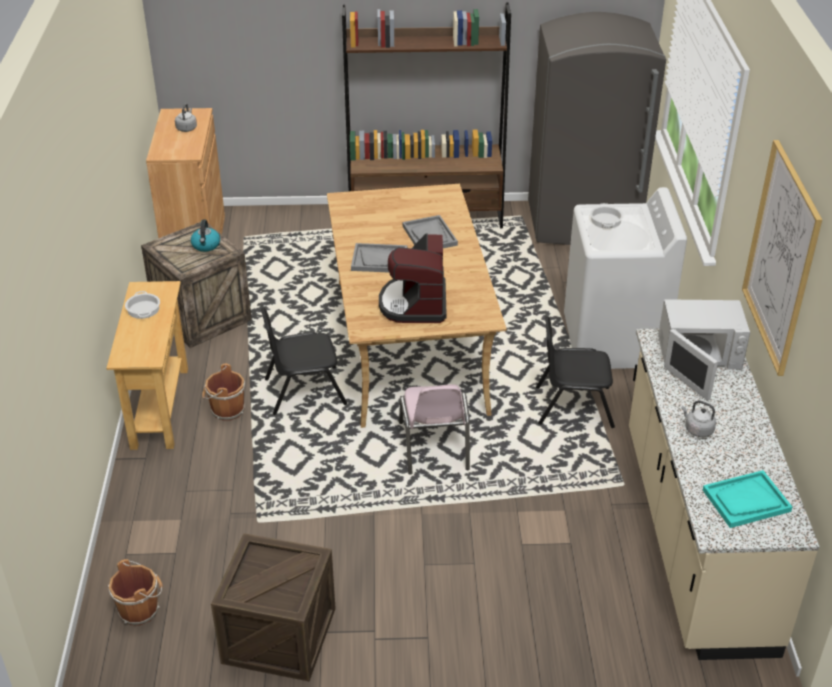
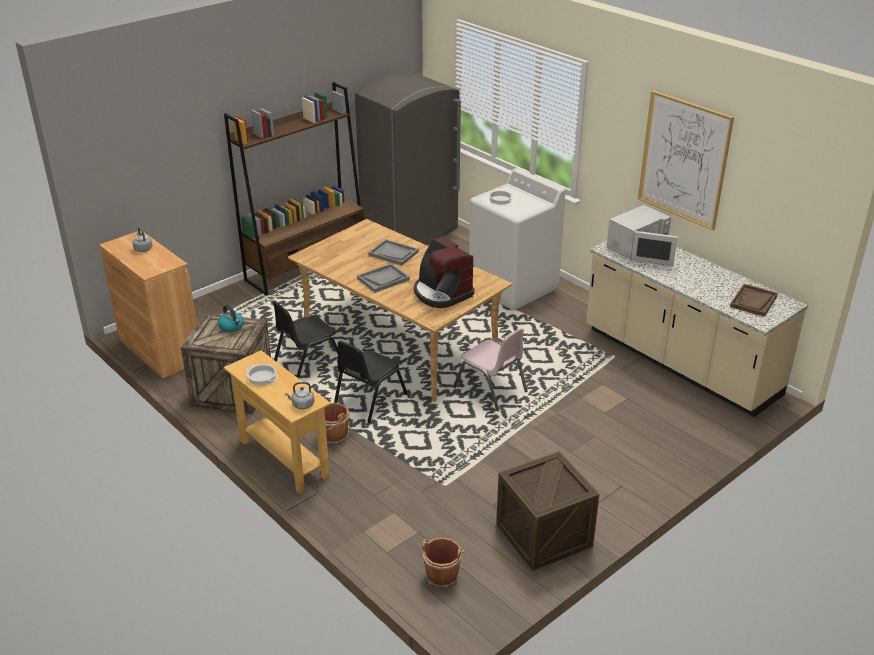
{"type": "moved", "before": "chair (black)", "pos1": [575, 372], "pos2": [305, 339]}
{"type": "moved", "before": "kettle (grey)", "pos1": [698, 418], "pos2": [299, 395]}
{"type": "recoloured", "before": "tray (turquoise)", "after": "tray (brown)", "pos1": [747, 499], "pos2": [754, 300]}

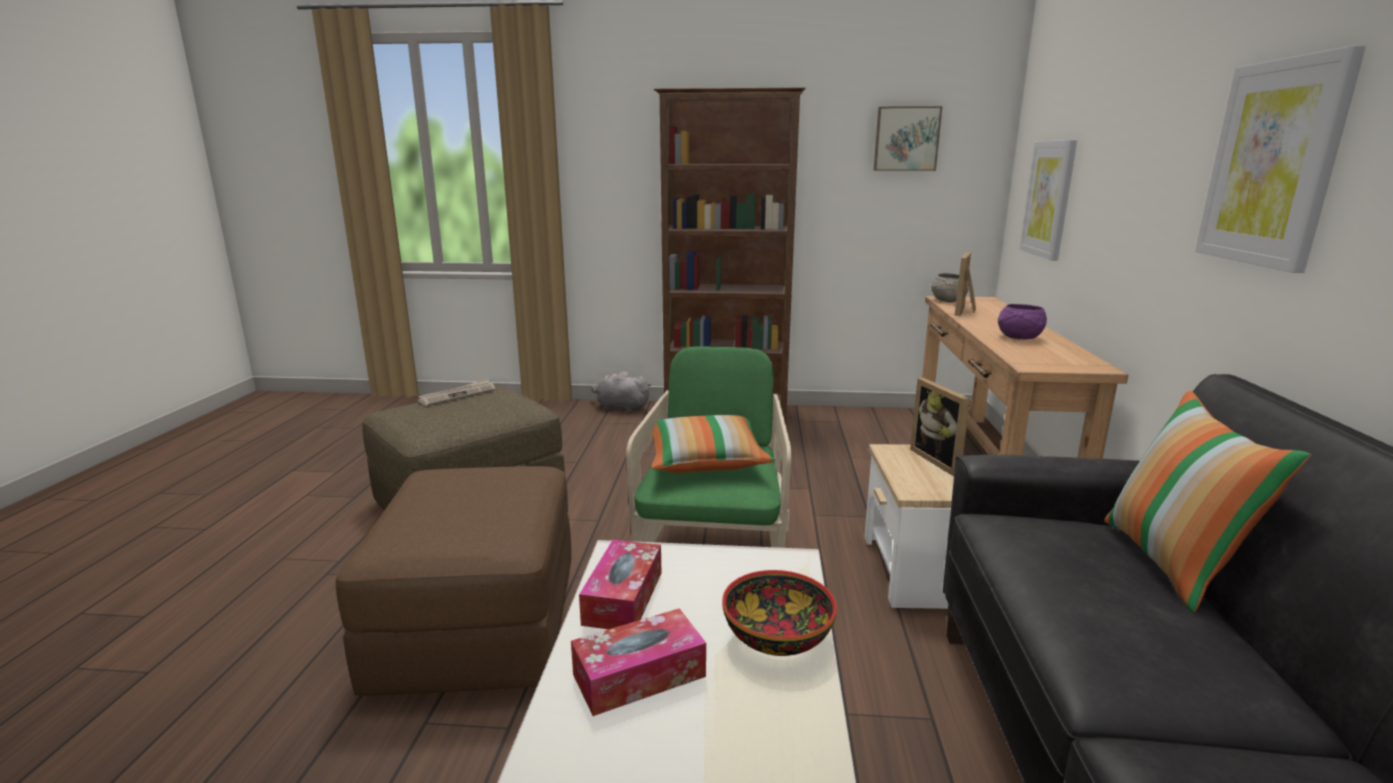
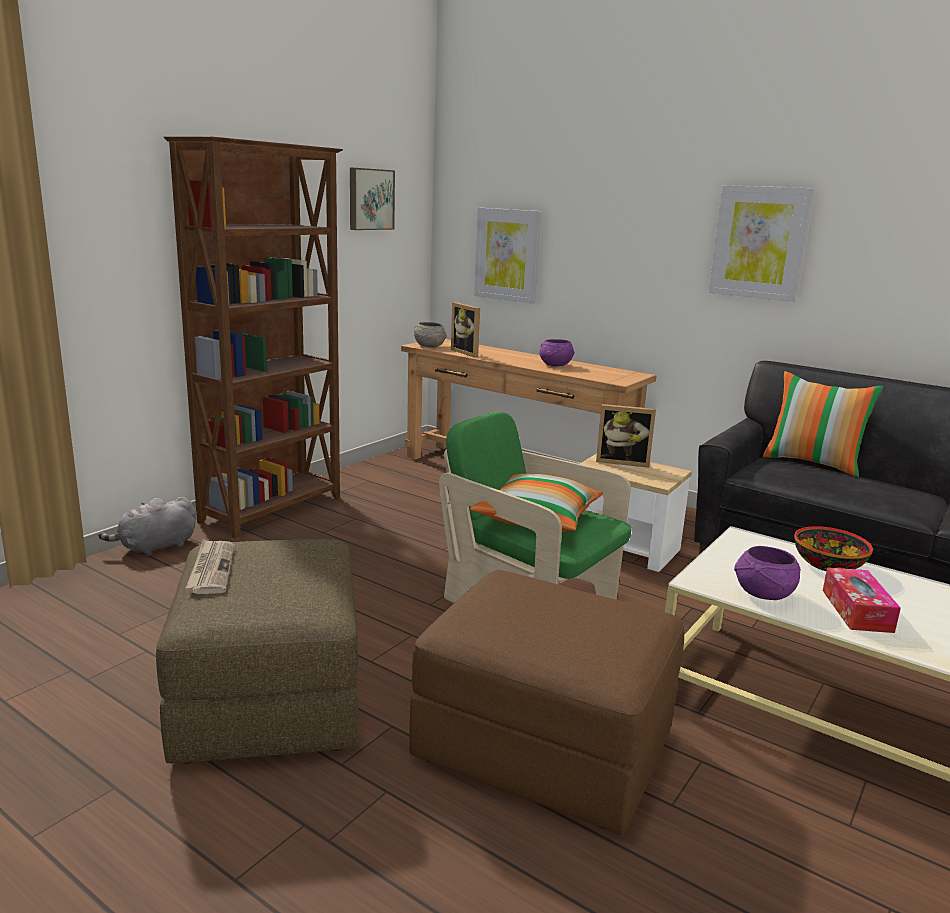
{"type": "replaced", "before": "tissue box", "after": "bowl (purple)", "pos1": [620, 584], "pos2": [767, 573]}

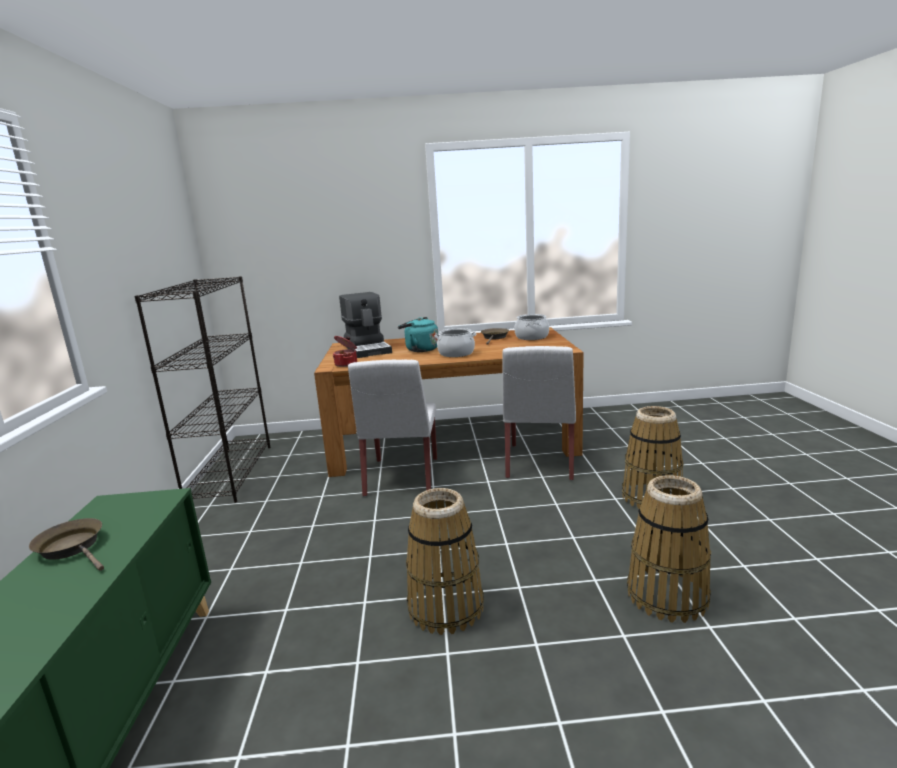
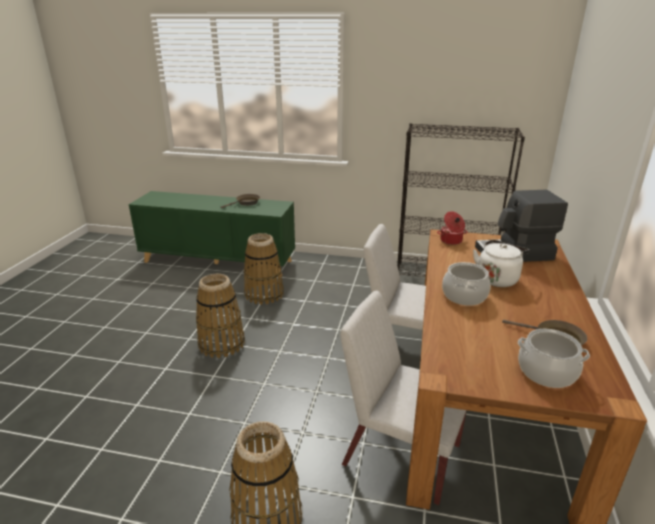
{"type": "moved", "before": "basket", "pos1": [669, 549], "pos2": [264, 269]}
{"type": "recoloured", "before": "kettle (turquoise)", "after": "kettle (white)", "pos1": [418, 334], "pos2": [501, 263]}

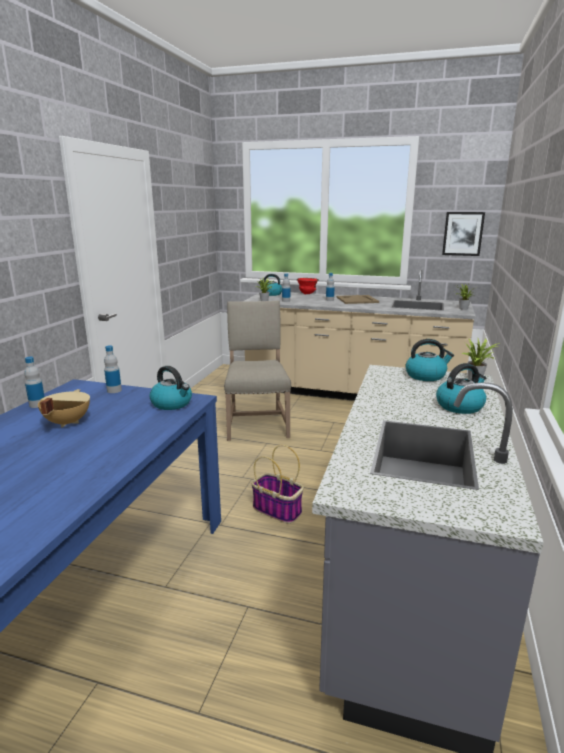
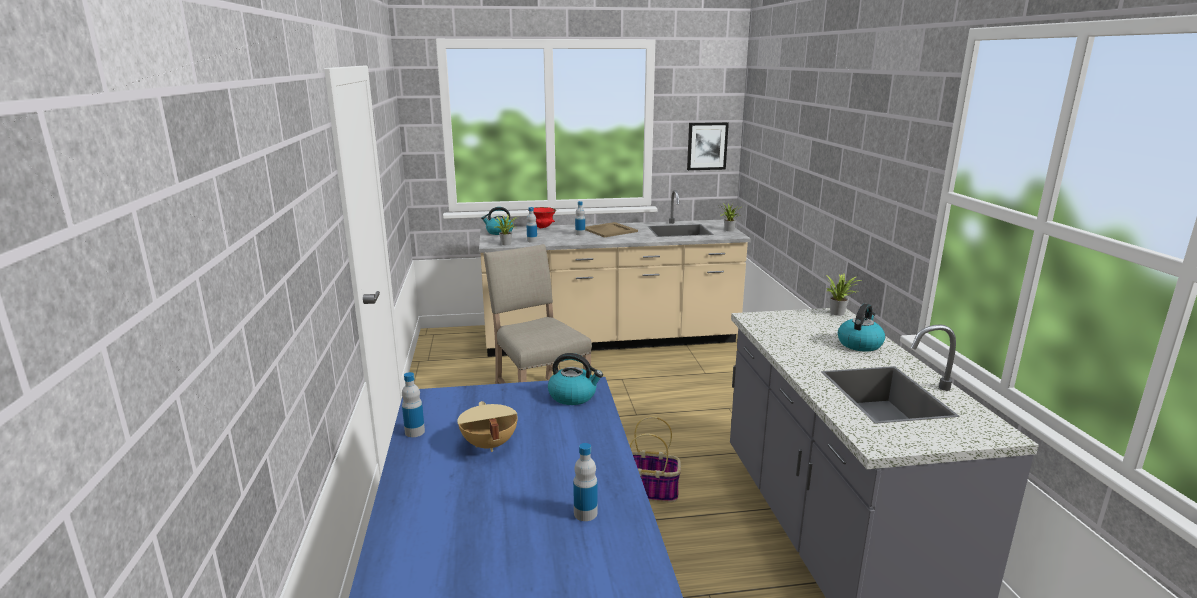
{"type": "removed", "before": "kettle", "pos1": [429, 360]}
{"type": "moved", "before": "bottle", "pos1": [113, 369], "pos2": [585, 482]}

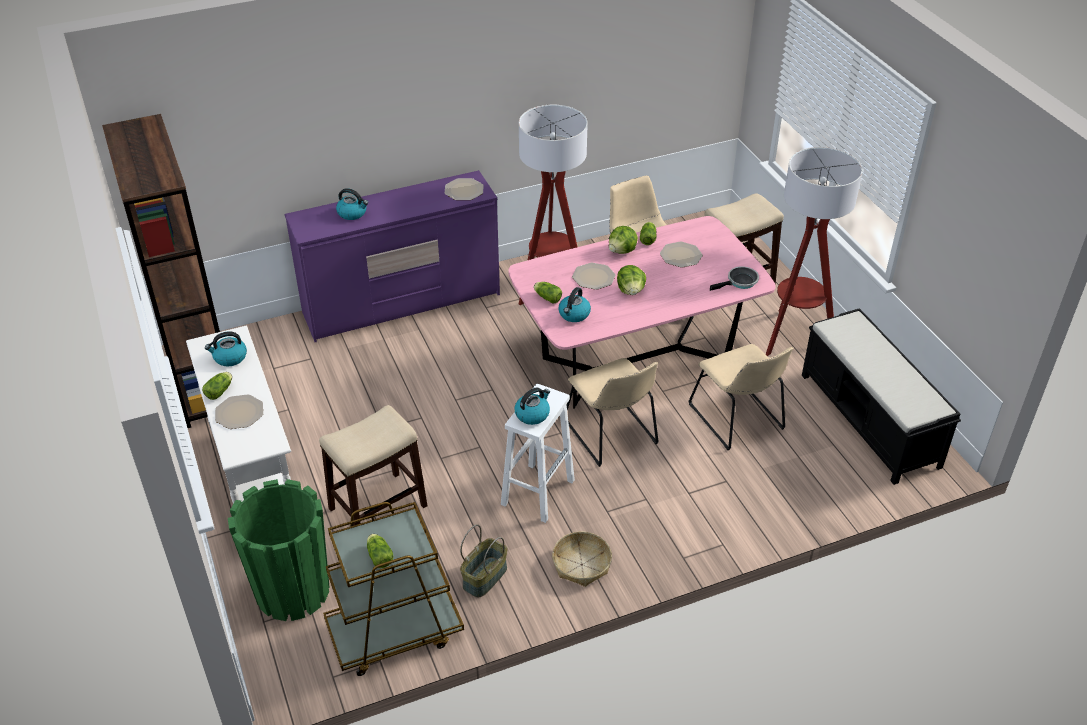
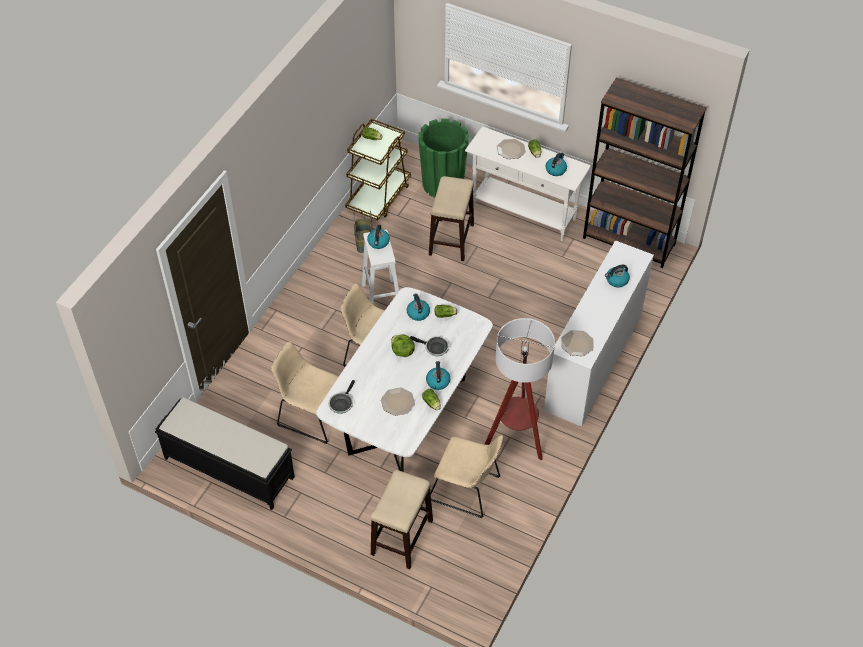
{"type": "removed", "before": "basket", "pos1": [582, 559]}
{"type": "removed", "before": "floor lamp", "pos1": [814, 251]}
{"type": "replaced", "before": "plate", "after": "frying pan", "pos1": [594, 276], "pos2": [429, 346]}
{"type": "replaced", "before": "lettuce", "after": "kettle", "pos1": [623, 240], "pos2": [438, 375]}
{"type": "recoloured", "before": "dresser (purple)", "after": "dresser (white)", "pos1": [392, 256], "pos2": [599, 333]}
{"type": "recoloured", "before": "dining table (pink)", "after": "dining table (white)", "pos1": [642, 312], "pos2": [404, 379]}

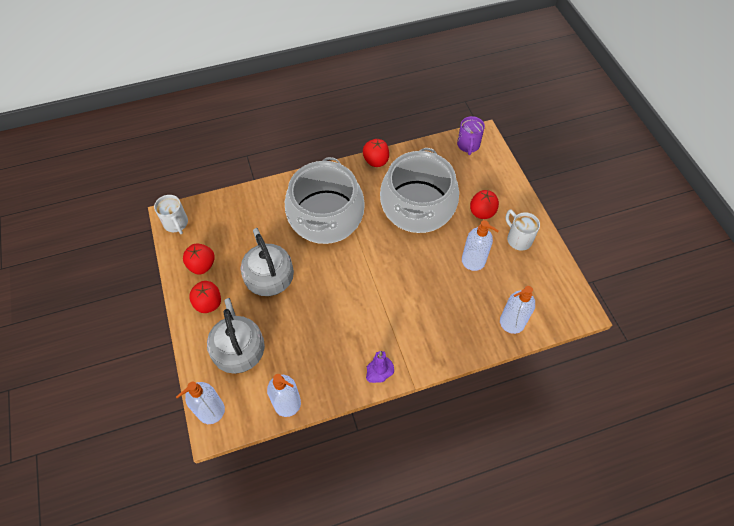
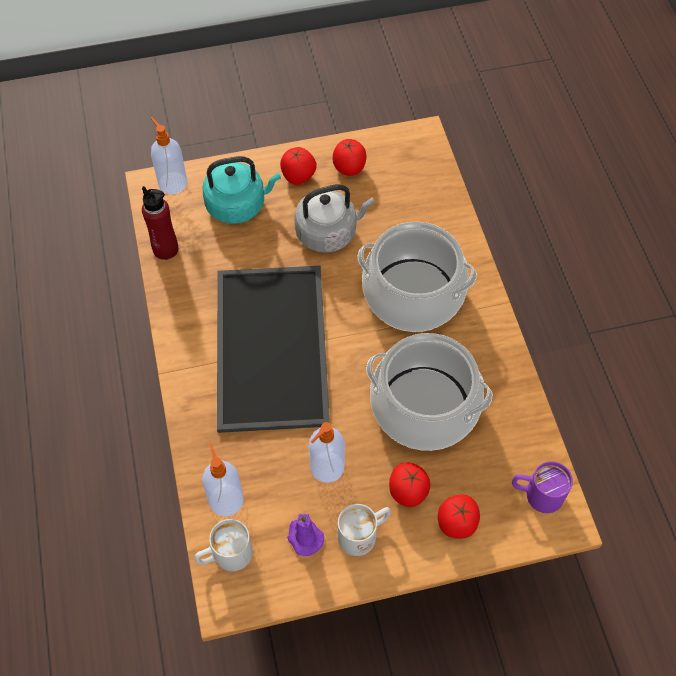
{"type": "added", "after": "tray", "pos2": [273, 349]}
{"type": "moved", "before": "mug (white)", "pos1": [171, 214], "pos2": [223, 545]}
{"type": "moved", "before": "tomato", "pos1": [376, 153], "pos2": [459, 516]}
{"type": "moved", "before": "candle (purple)", "pos1": [380, 367], "pos2": [305, 535]}
{"type": "replaced", "before": "soap dispenser", "after": "bottle (red)", "pos1": [284, 395], "pos2": [160, 223]}
{"type": "recoloured", "before": "kettle (grey)", "after": "kettle (turquoise)", "pos1": [236, 336], "pos2": [241, 190]}

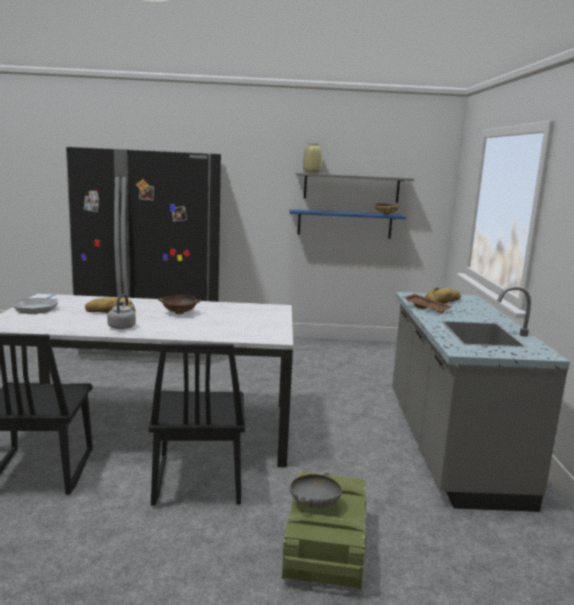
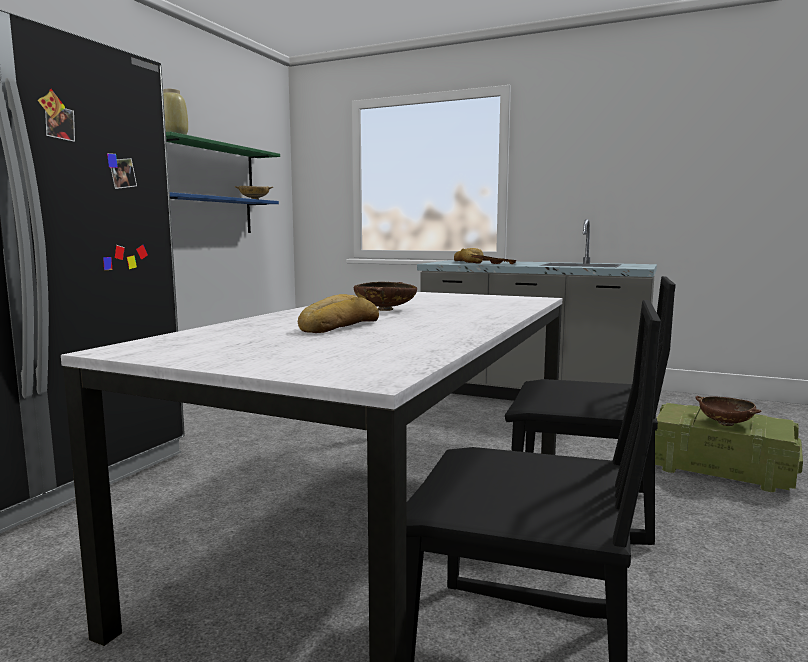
{"type": "removed", "before": "frying pan", "pos1": [35, 303]}
{"type": "removed", "before": "kettle (grey)", "pos1": [121, 311]}
{"type": "recoloured", "before": "bowl (grey)", "after": "bowl (brown)", "pos1": [316, 490], "pos2": [728, 411]}
{"type": "recoloured", "before": "shelf (grey)", "after": "shelf (green)", "pos1": [355, 187], "pos2": [223, 159]}

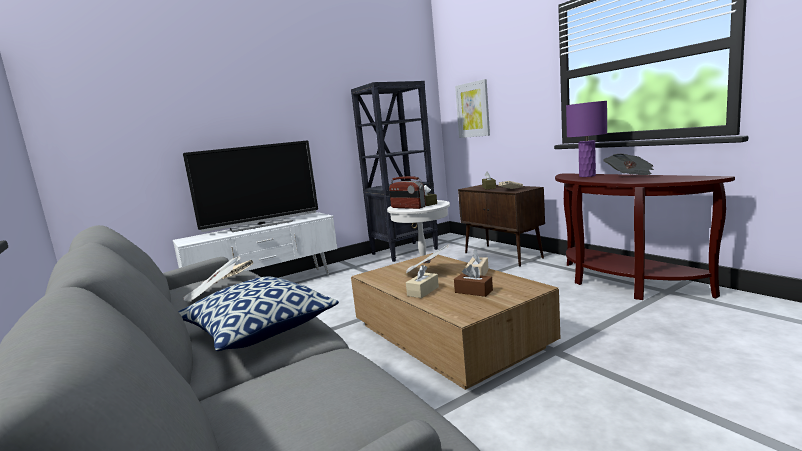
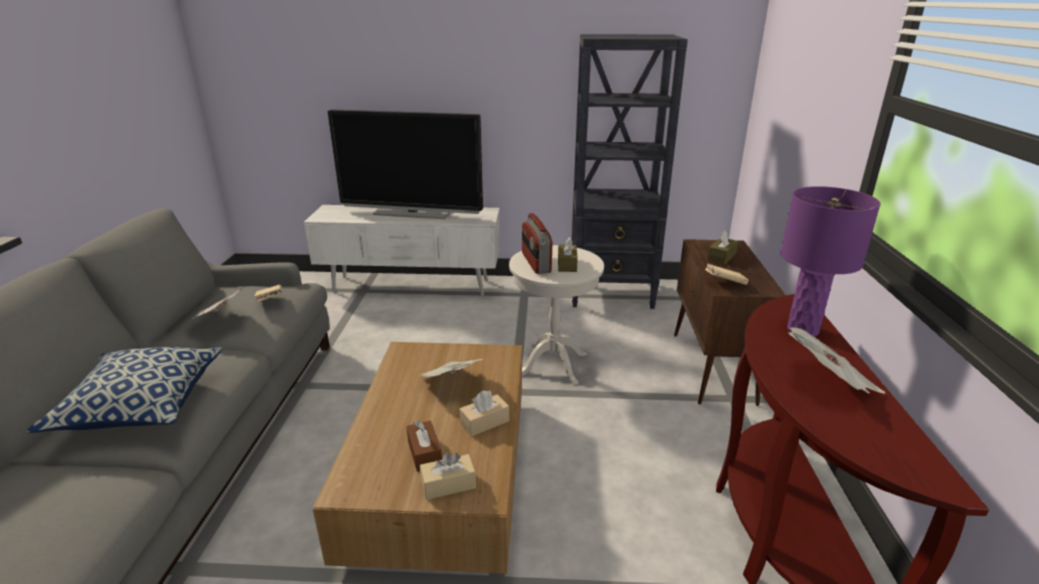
{"type": "removed", "before": "picture", "pos1": [472, 108]}
{"type": "moved", "before": "tissue box (beige)", "pos1": [422, 281], "pos2": [448, 476]}

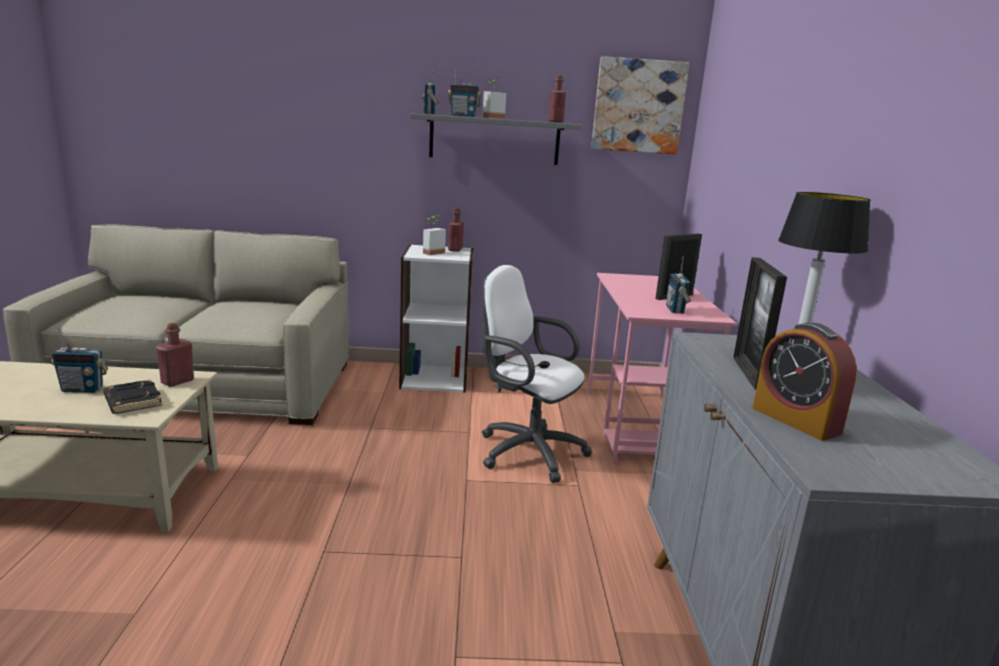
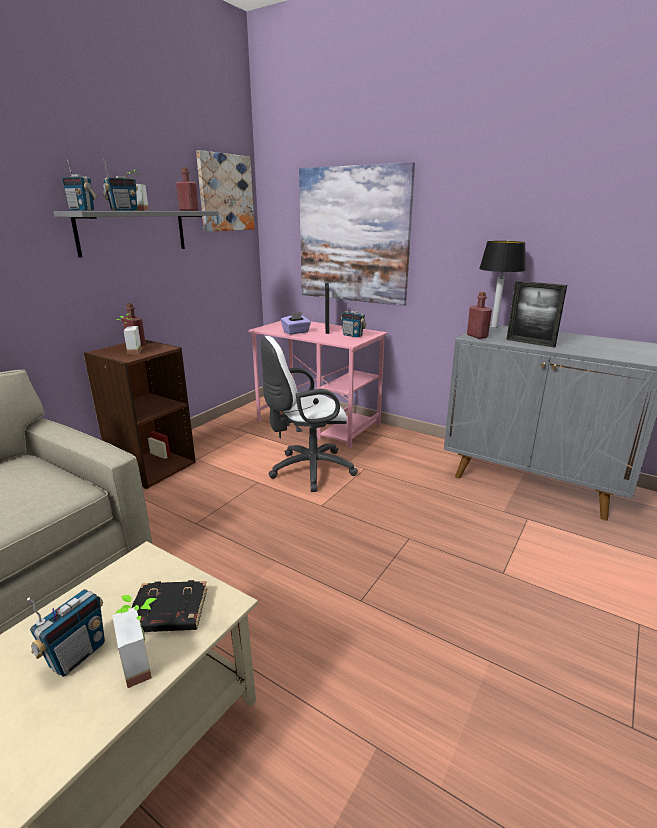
{"type": "removed", "before": "alarm clock", "pos1": [804, 382]}
{"type": "added", "after": "potted plant", "pos2": [134, 641]}
{"type": "added", "after": "tissue box (purple)", "pos2": [296, 323]}
{"type": "added", "after": "picture", "pos2": [357, 234]}
{"type": "moved", "before": "bottle (red)", "pos1": [175, 355], "pos2": [479, 315]}
{"type": "recoloured", "before": "bookcase (white)", "after": "bookcase (brown)", "pos1": [436, 318], "pos2": [140, 414]}

